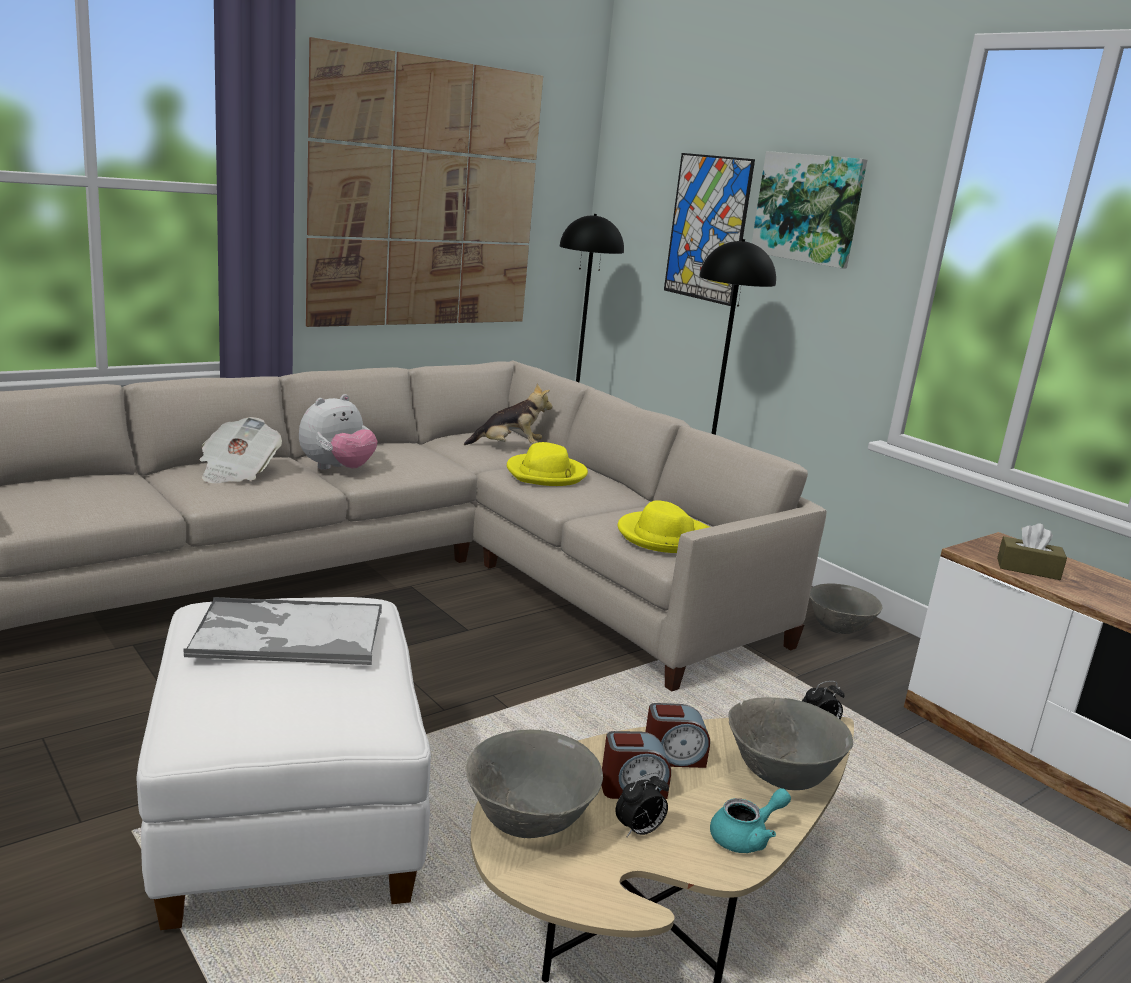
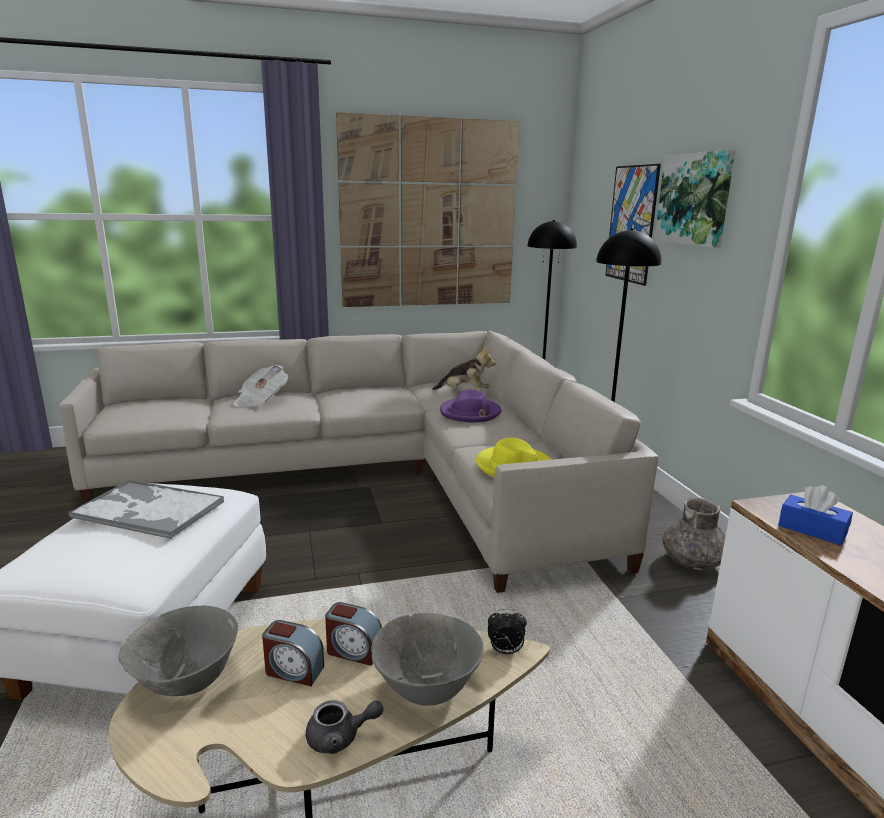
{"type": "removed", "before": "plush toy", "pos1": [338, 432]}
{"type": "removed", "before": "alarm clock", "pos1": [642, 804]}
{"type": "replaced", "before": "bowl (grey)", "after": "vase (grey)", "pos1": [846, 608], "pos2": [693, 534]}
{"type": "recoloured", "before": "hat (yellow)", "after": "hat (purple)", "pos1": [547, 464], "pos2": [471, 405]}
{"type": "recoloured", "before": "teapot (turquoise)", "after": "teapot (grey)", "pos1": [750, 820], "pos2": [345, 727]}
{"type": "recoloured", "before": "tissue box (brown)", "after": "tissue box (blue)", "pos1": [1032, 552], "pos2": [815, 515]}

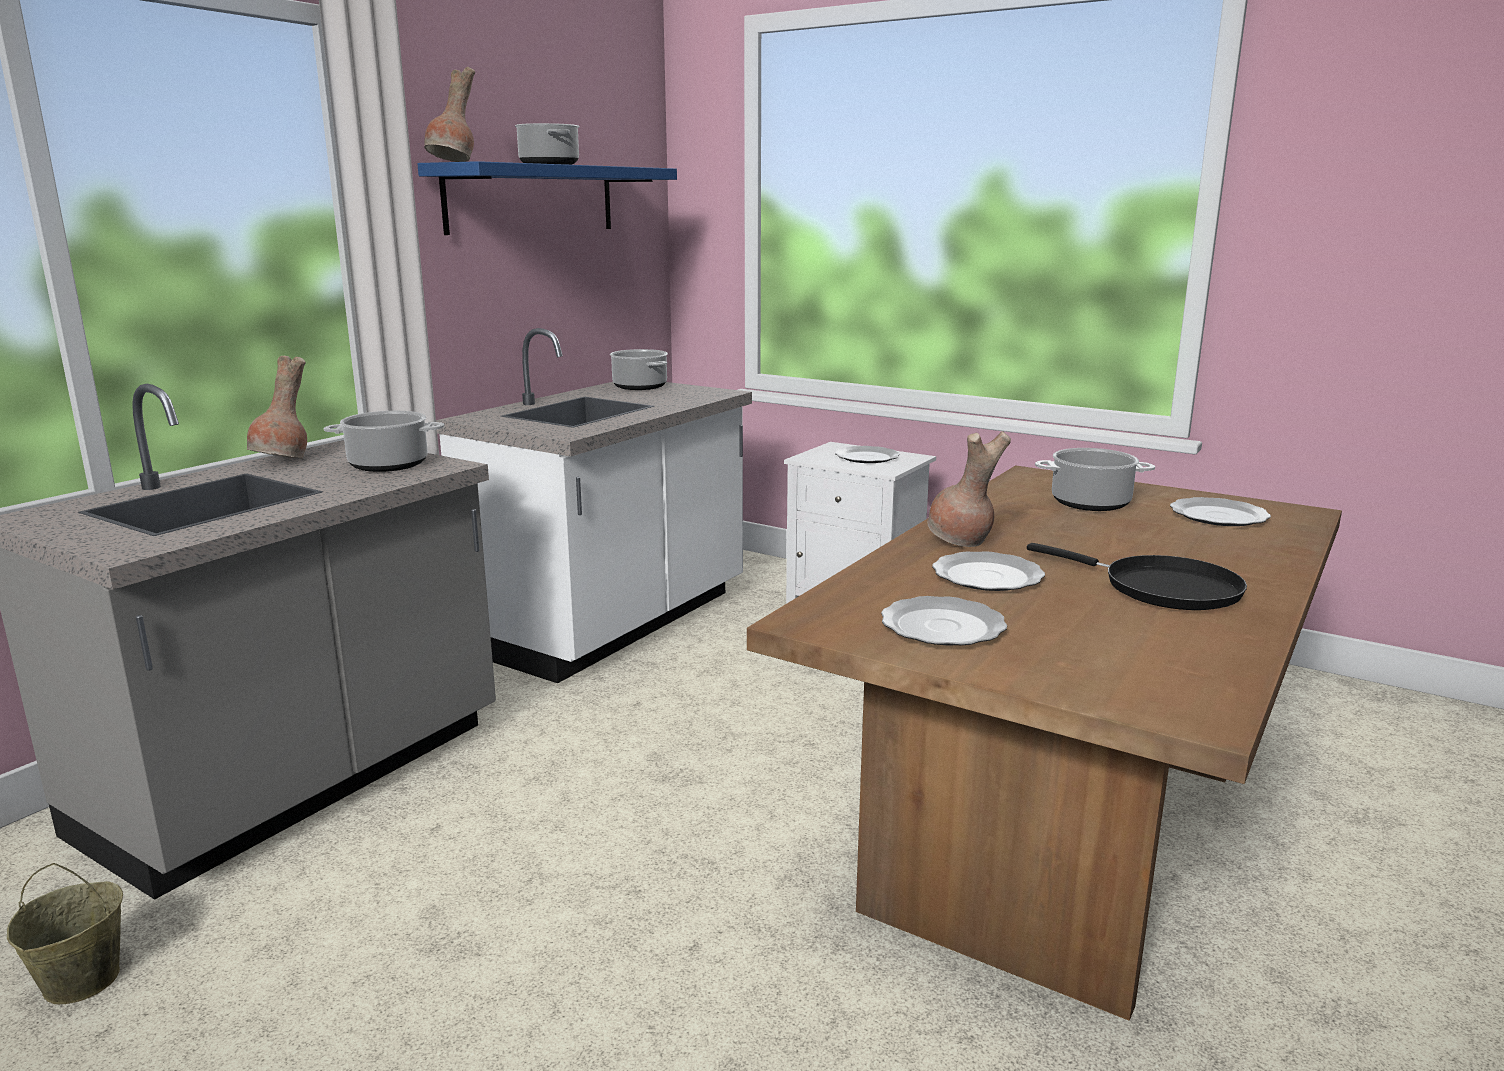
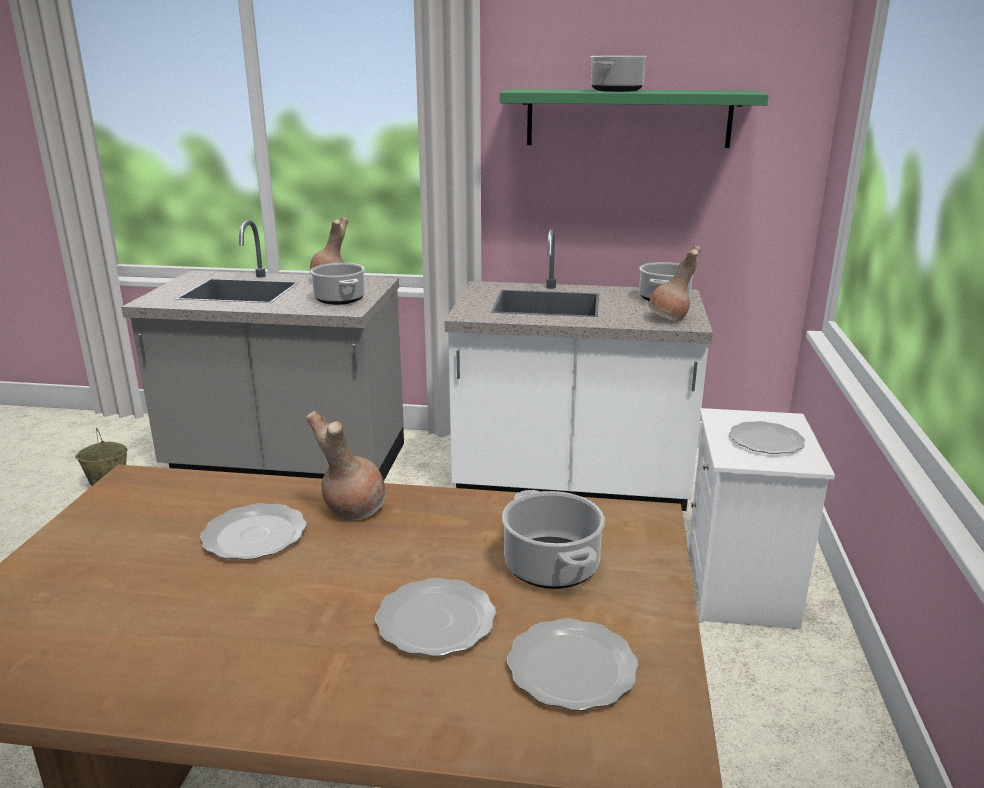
{"type": "removed", "before": "frying pan (black)", "pos1": [1137, 576]}
{"type": "moved", "before": "vase (brown)", "pos1": [449, 114], "pos2": [674, 283]}
{"type": "moved", "before": "plate", "pos1": [944, 620], "pos2": [435, 617]}
{"type": "recoloured", "before": "shelf (blue)", "after": "shelf (green)", "pos1": [547, 198], "pos2": [634, 118]}

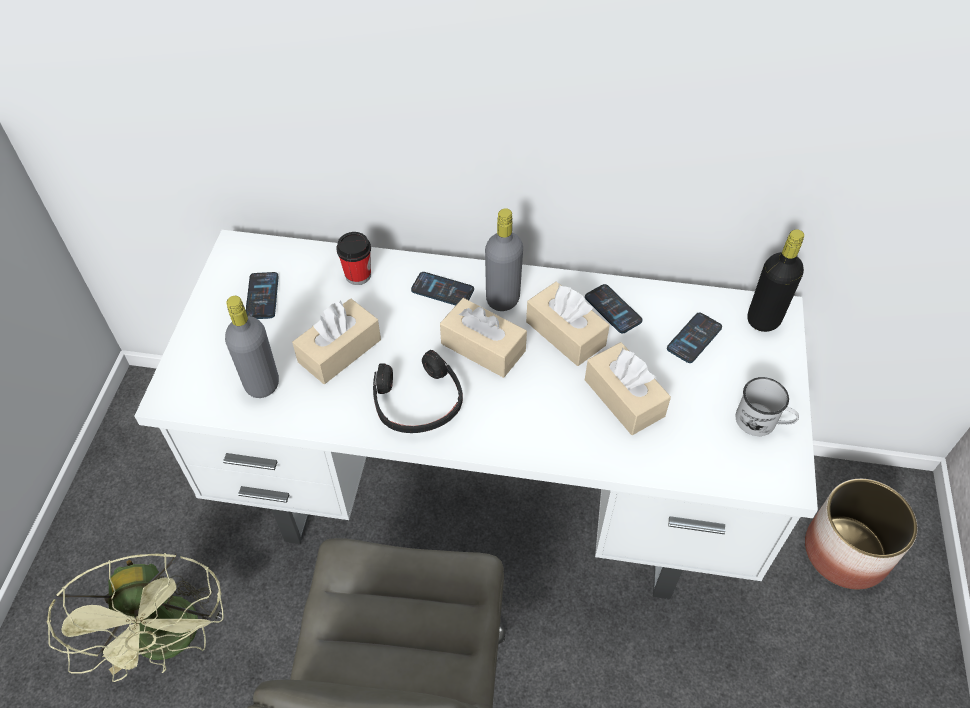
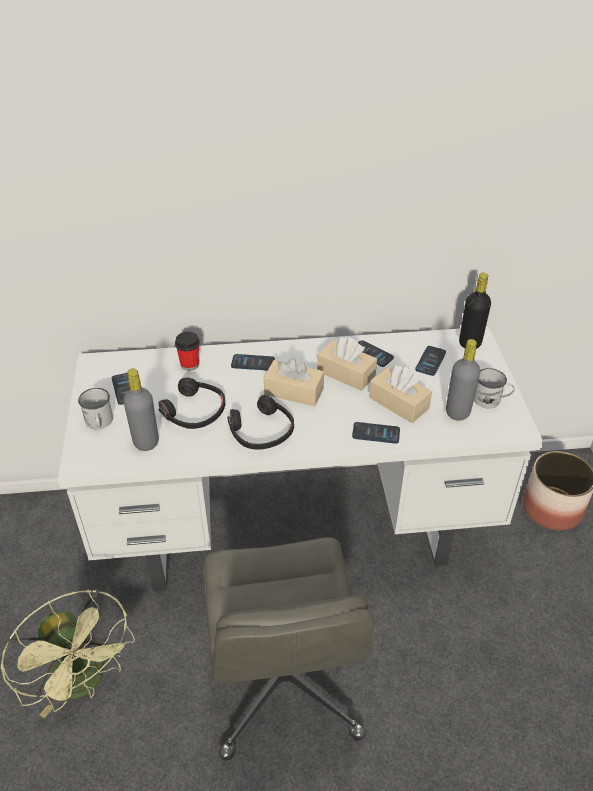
{"type": "added", "after": "mug (white)", "pos2": [95, 408]}
{"type": "added", "after": "phone", "pos2": [376, 433]}
{"type": "moved", "before": "bottle (grey)", "pos1": [504, 259], "pos2": [463, 380]}
{"type": "replaced", "before": "tissue box (beige)", "after": "headphones (black)", "pos1": [336, 341], "pos2": [192, 403]}

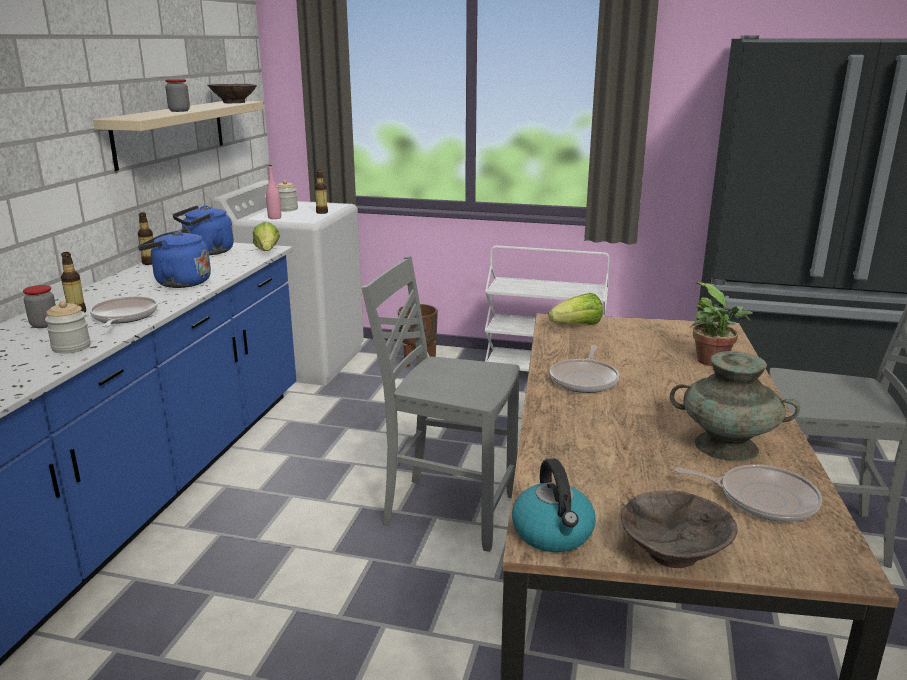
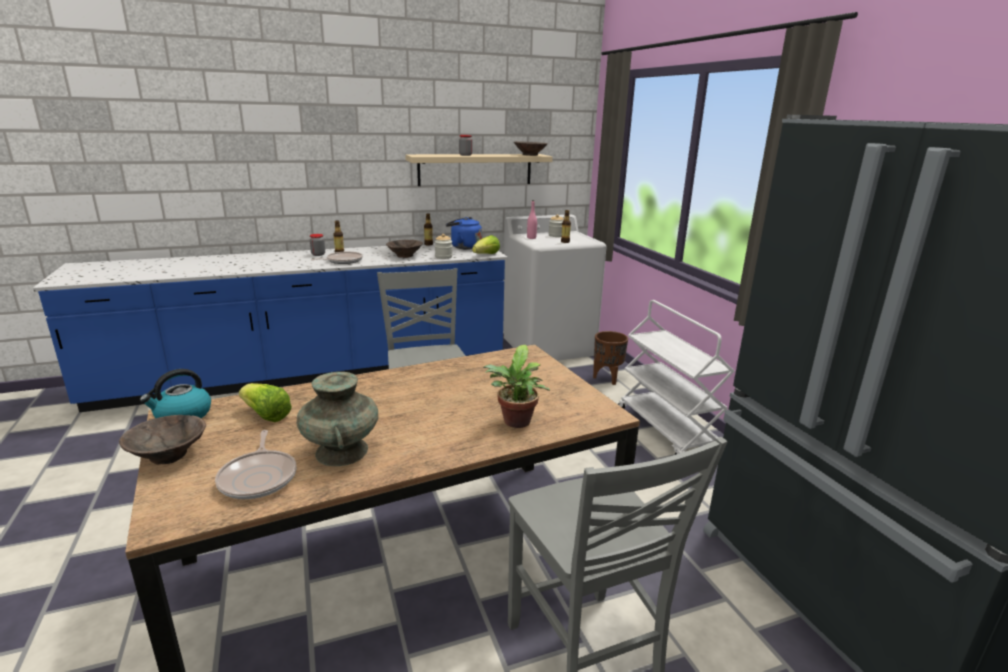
{"type": "removed", "before": "frying pan", "pos1": [584, 369]}
{"type": "moved", "before": "jar", "pos1": [67, 327], "pos2": [443, 246]}
{"type": "moved", "before": "lettuce", "pos1": [575, 309], "pos2": [265, 402]}
{"type": "replaced", "before": "kettle (blue)", "after": "bowl (brown)", "pos1": [174, 258], "pos2": [404, 249]}

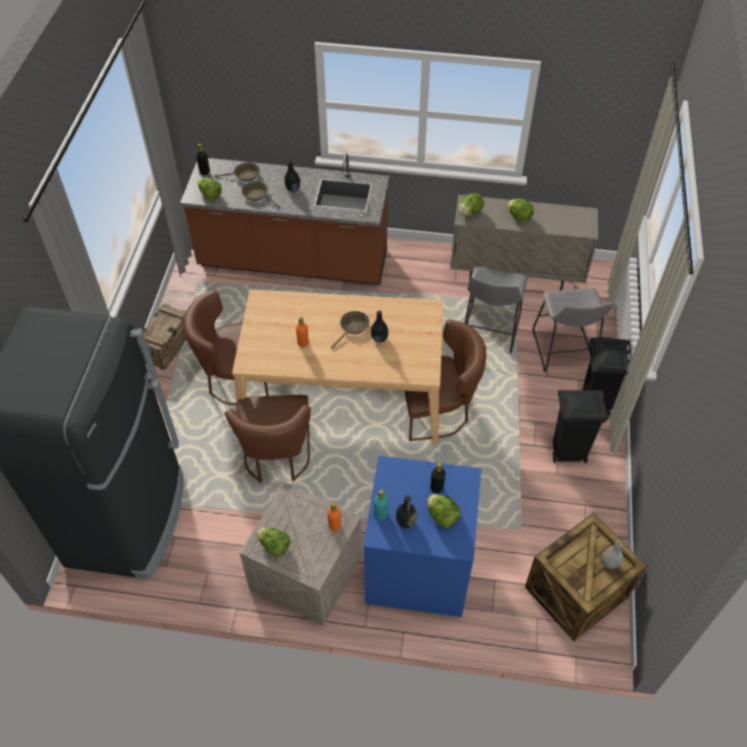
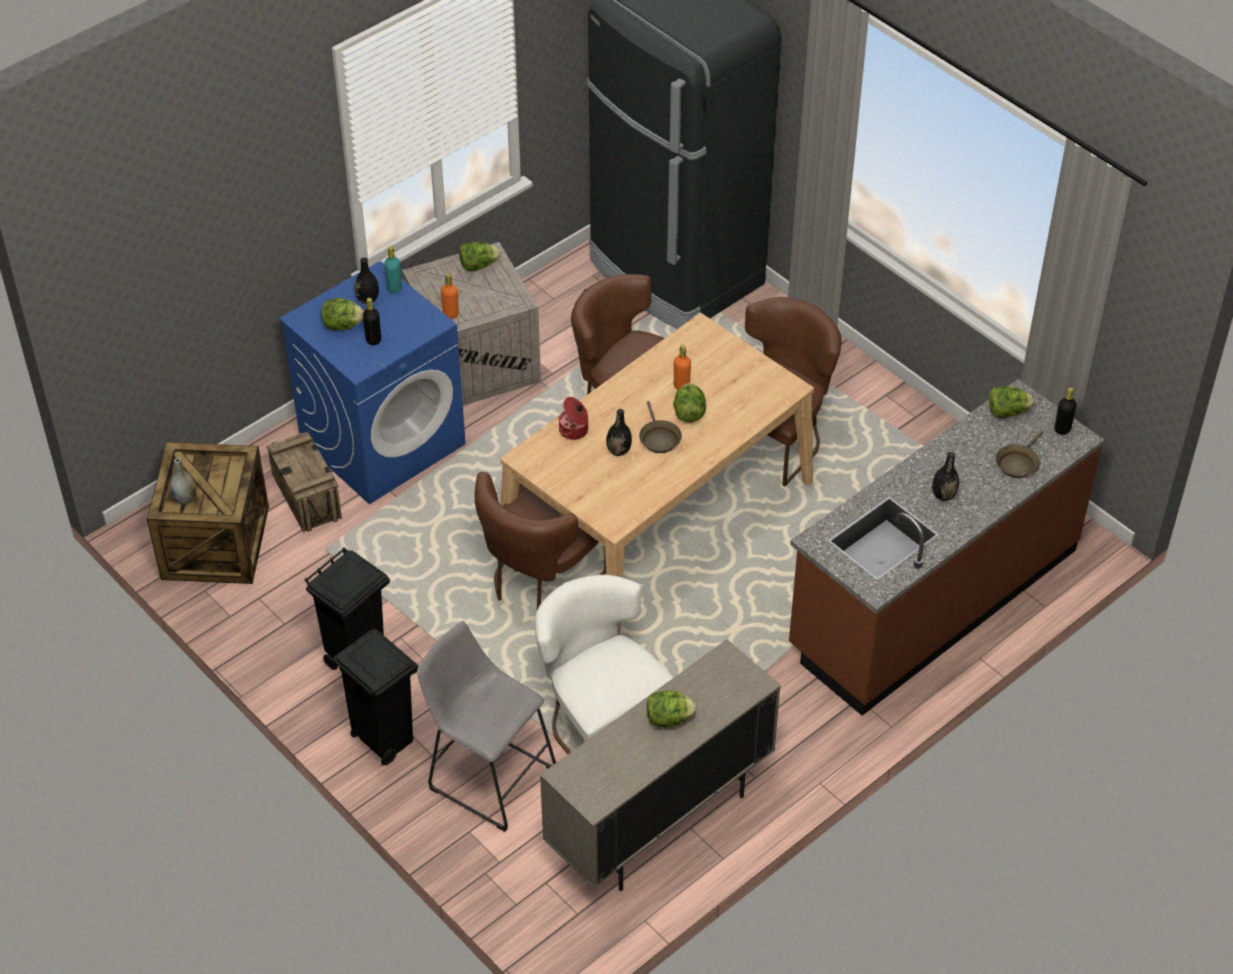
{"type": "removed", "before": "frying pan (brown)", "pos1": [261, 194]}
{"type": "added", "after": "cooking pot", "pos2": [573, 418]}
{"type": "moved", "before": "crate", "pos1": [161, 337], "pos2": [304, 482]}
{"type": "moved", "before": "lettuce", "pos1": [471, 204], "pos2": [689, 403]}
{"type": "replaced", "before": "stool (grey)", "after": "chair (white)", "pos1": [496, 310], "pos2": [604, 664]}

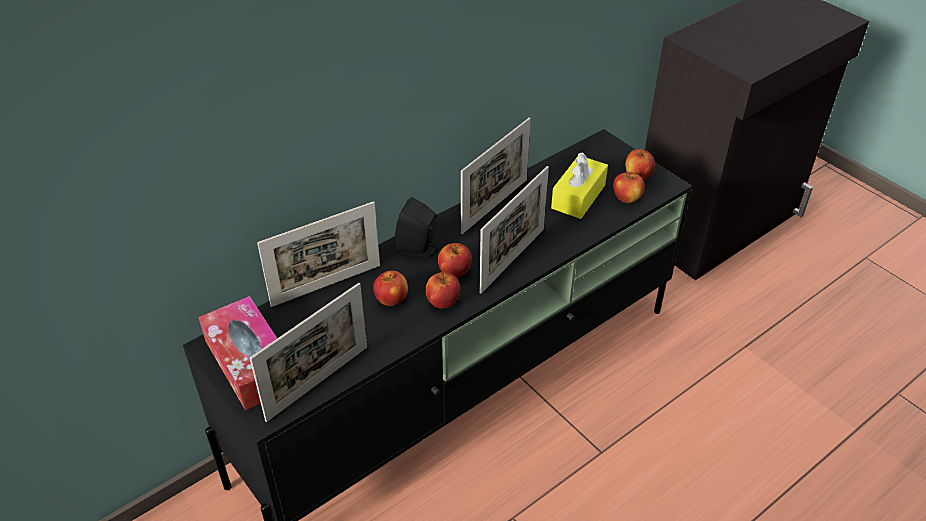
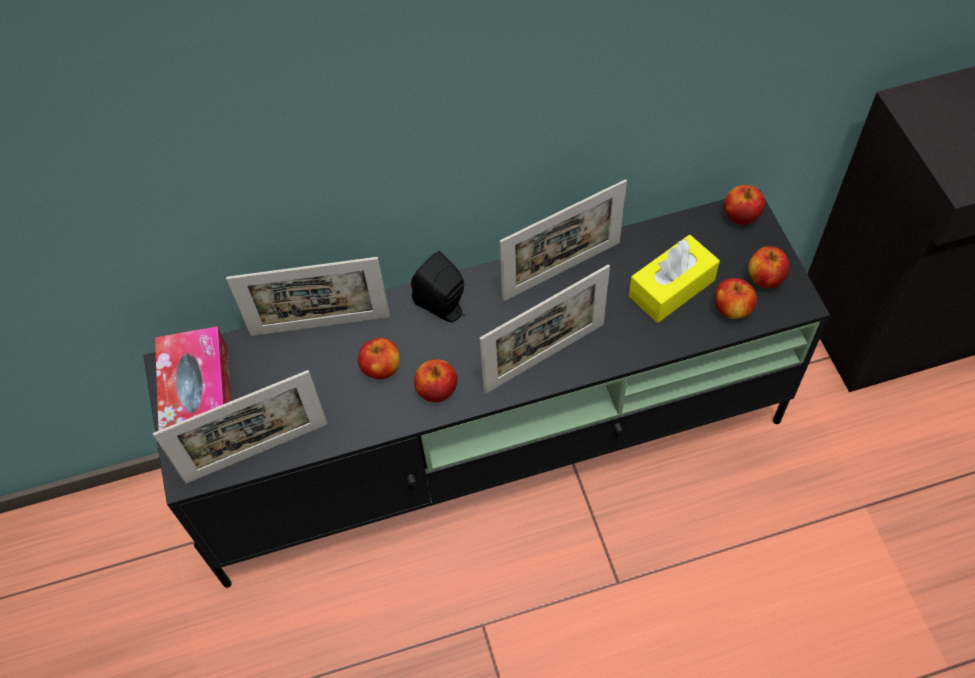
{"type": "moved", "before": "apple", "pos1": [455, 260], "pos2": [744, 205]}

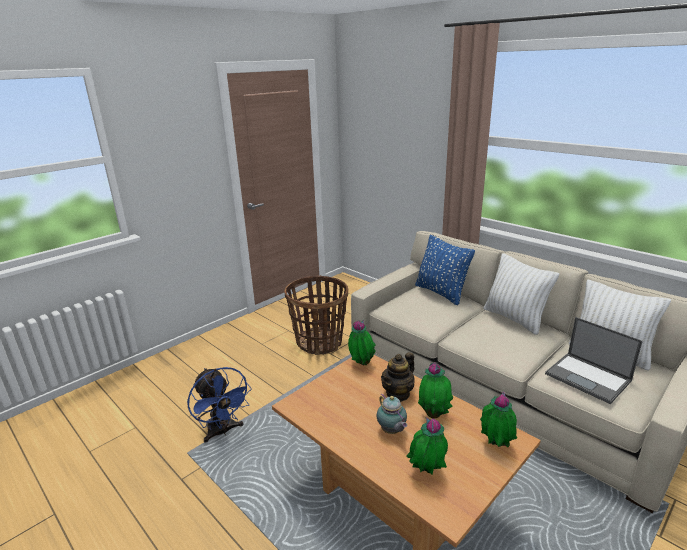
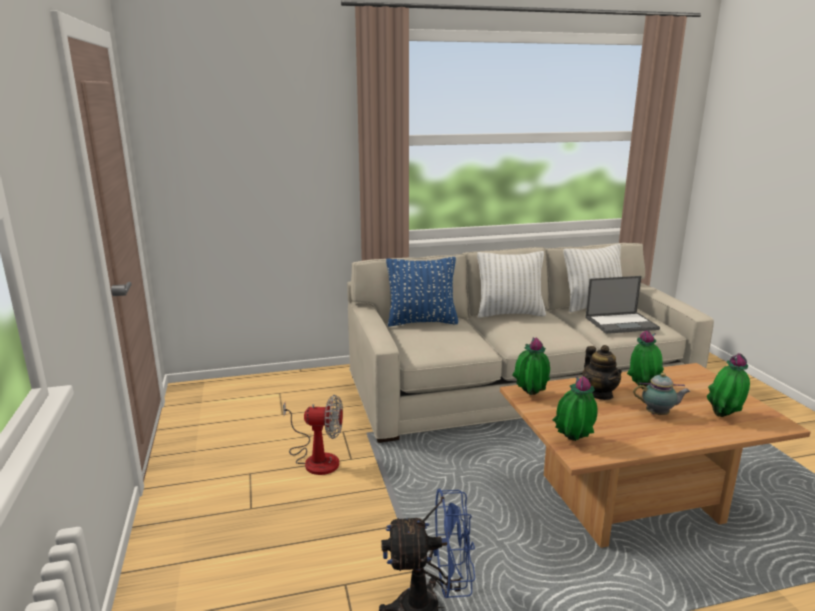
{"type": "moved", "before": "potted plant", "pos1": [498, 419], "pos2": [575, 408]}
{"type": "replaced", "before": "basket", "after": "fan", "pos1": [316, 315], "pos2": [313, 435]}

